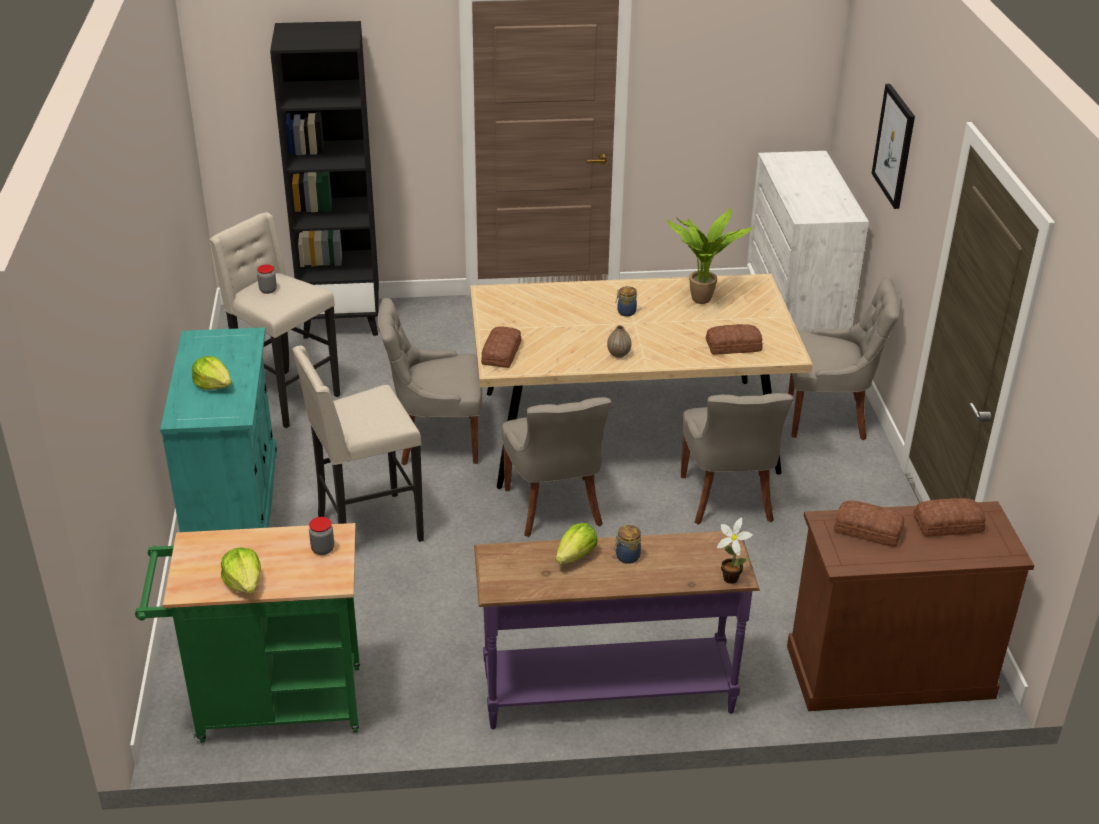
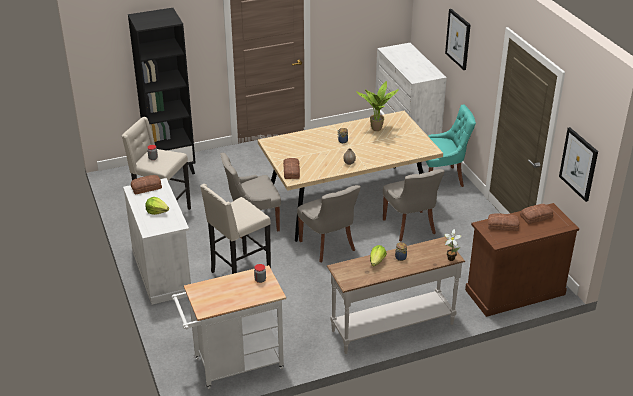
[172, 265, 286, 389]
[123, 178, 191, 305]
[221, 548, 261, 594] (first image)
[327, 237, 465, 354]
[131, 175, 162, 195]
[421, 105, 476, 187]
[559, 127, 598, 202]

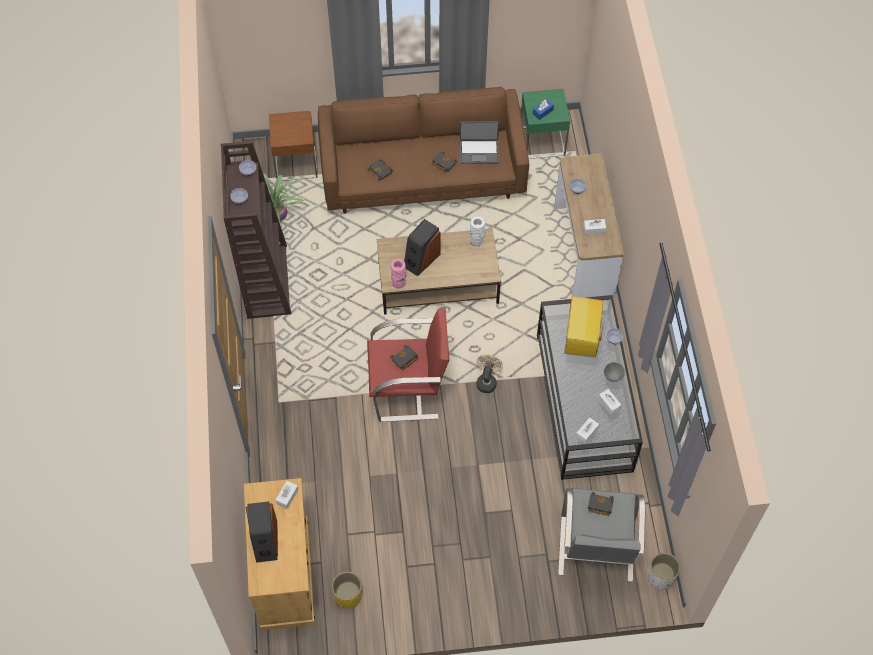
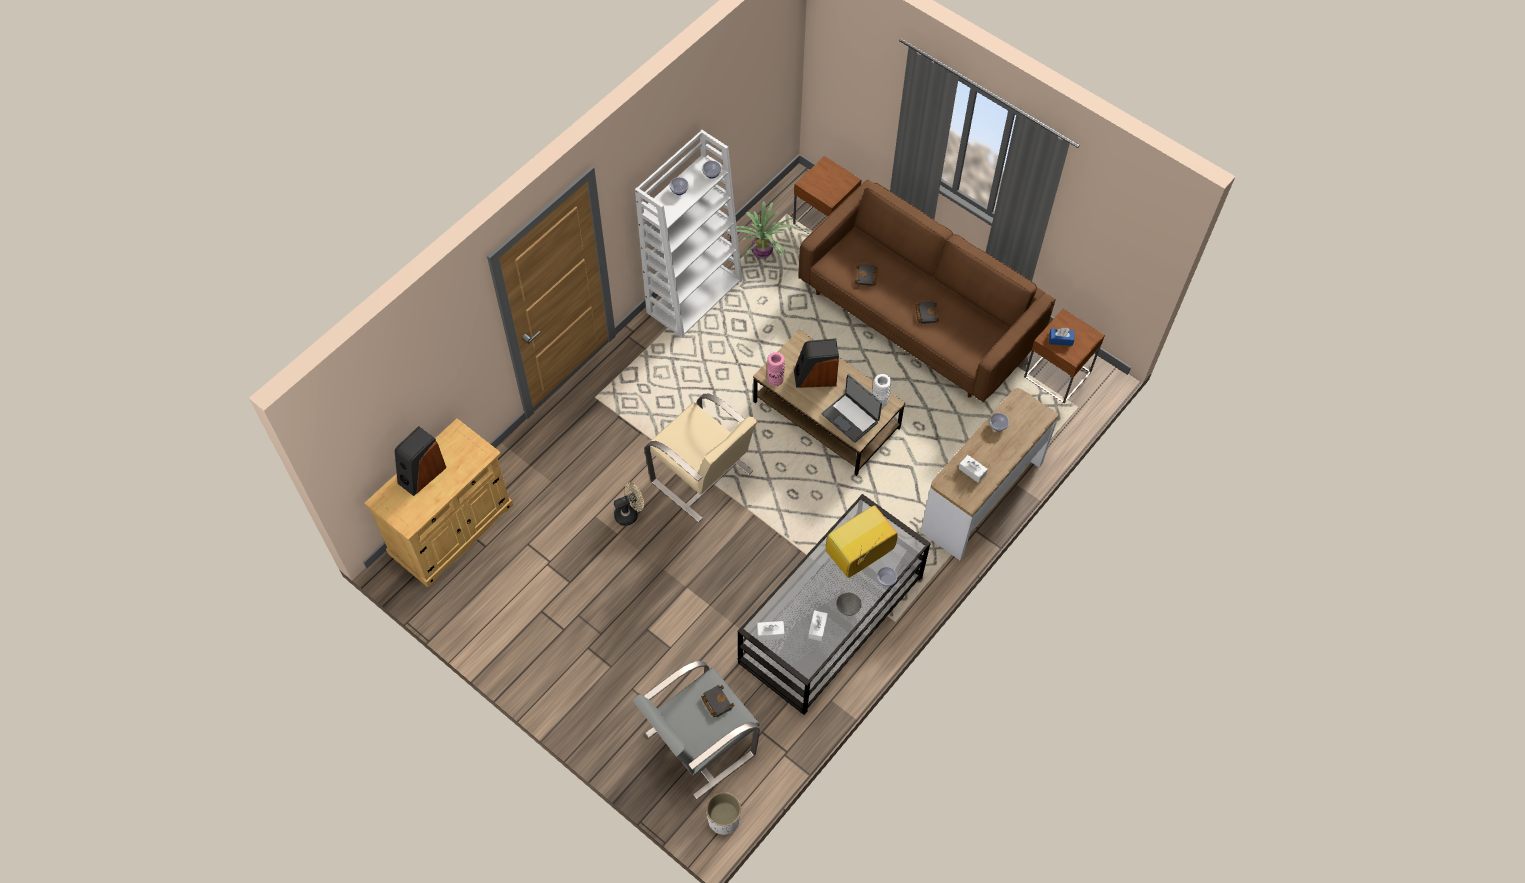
[635, 130, 742, 338]
[276, 481, 299, 509] (first image)
[332, 572, 362, 609] (first image)
[645, 394, 757, 522]
[391, 345, 419, 370] (first image)
[821, 374, 882, 443]
[614, 482, 644, 526]
[1024, 309, 1105, 403]

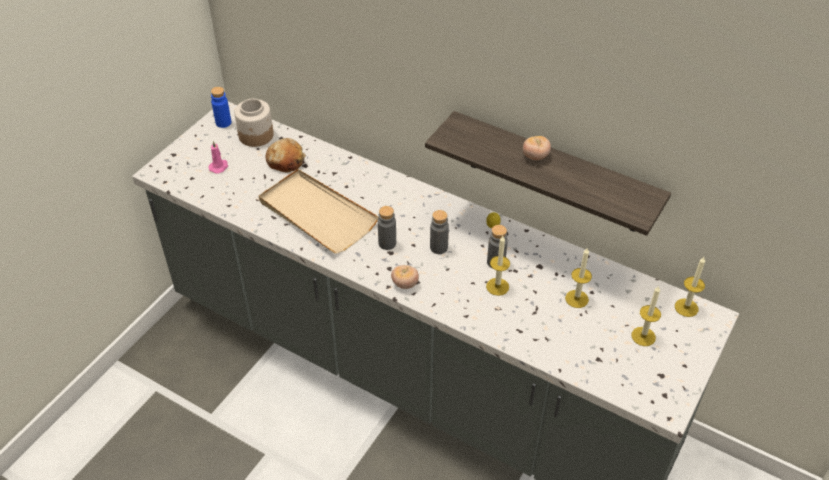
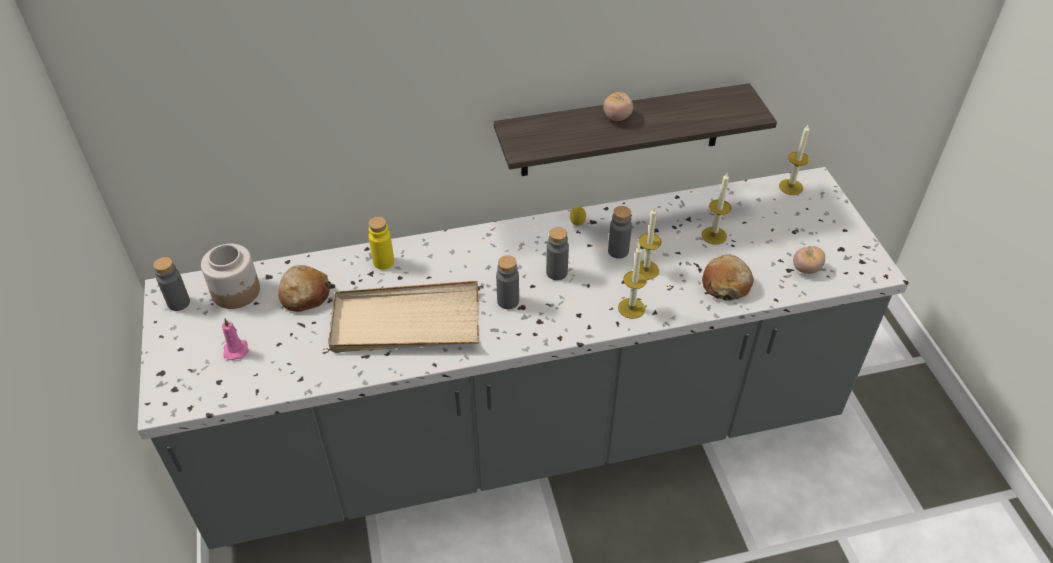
[153, 257, 190, 311]
[793, 246, 825, 274]
[618, 245, 647, 319]
[369, 217, 394, 270]
[702, 255, 754, 301]

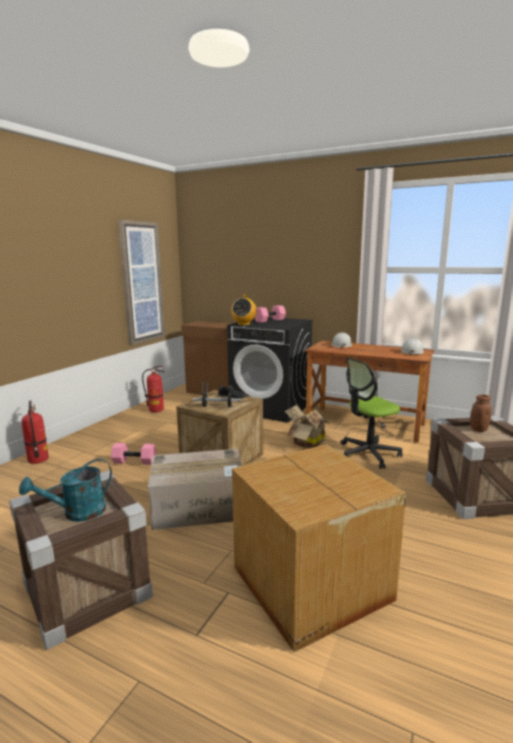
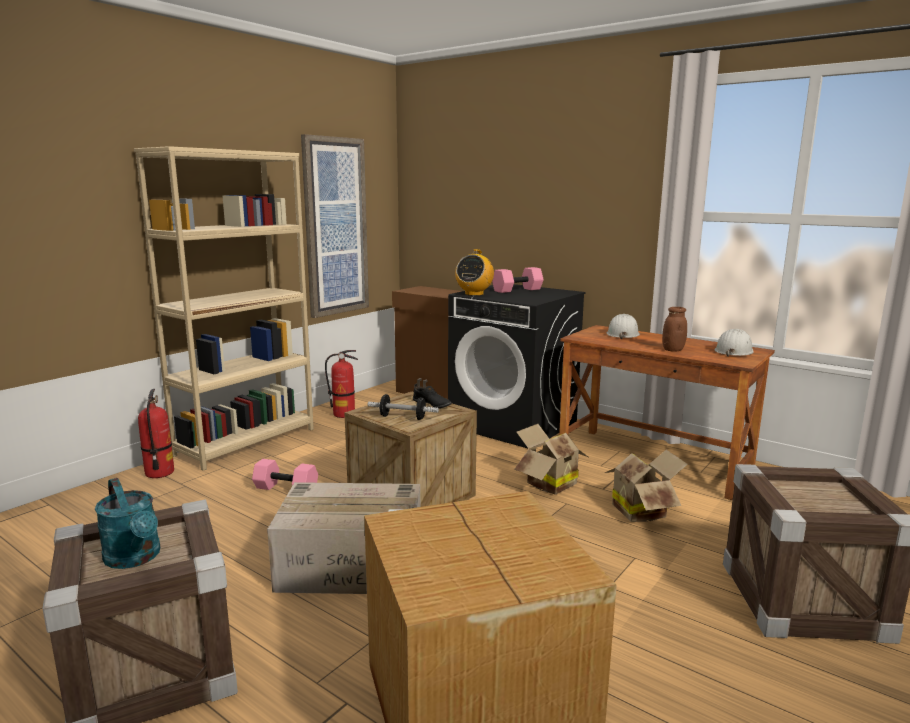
[95, 478, 160, 569]
[605, 450, 688, 522]
[663, 307, 687, 352]
[134, 146, 314, 471]

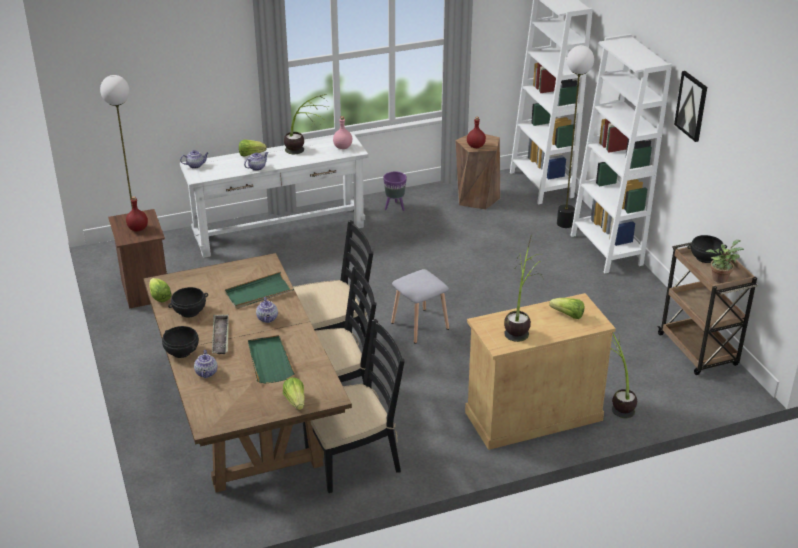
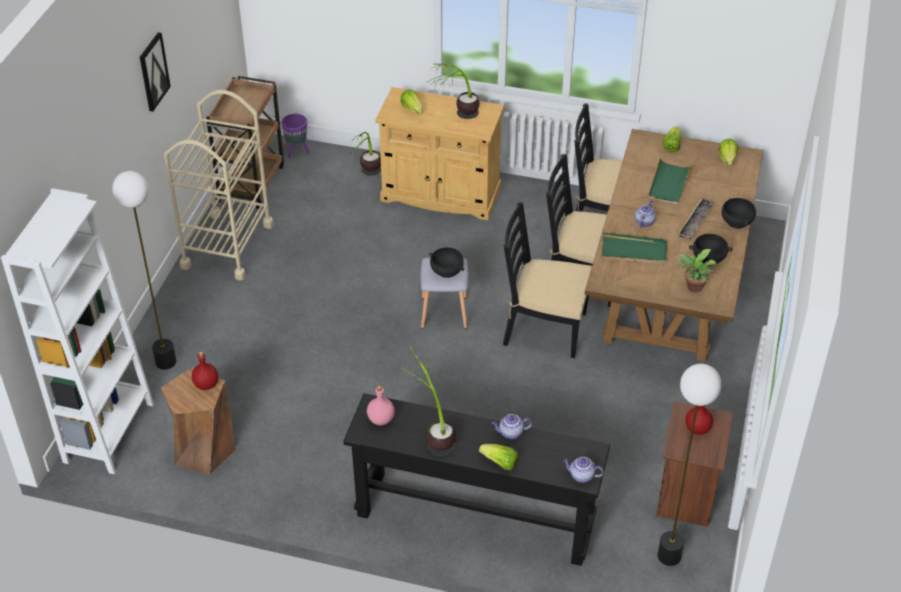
[719, 138, 738, 165]
[343, 393, 611, 566]
[194, 350, 218, 378] (first image)
[281, 114, 309, 158]
[571, 34, 672, 273] (first image)
[429, 247, 464, 278]
[675, 249, 716, 293]
[164, 90, 274, 280]

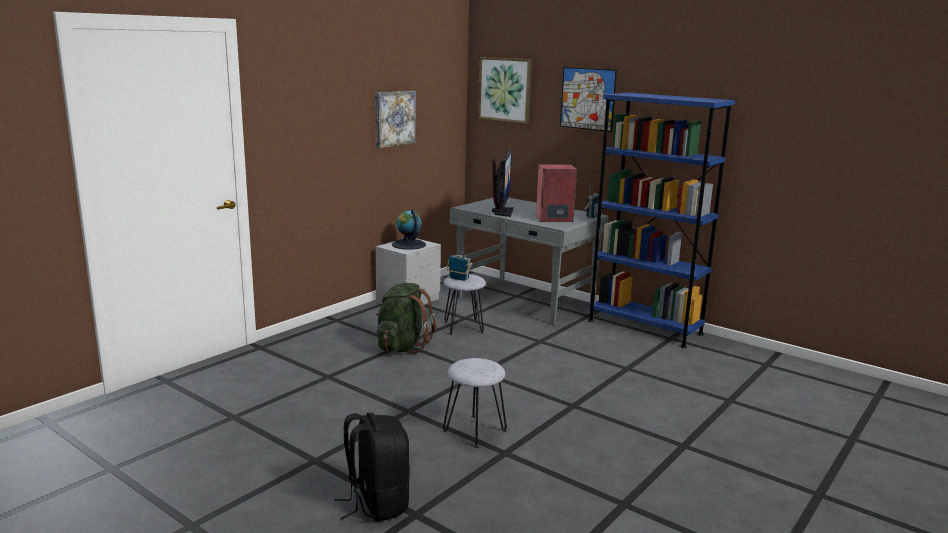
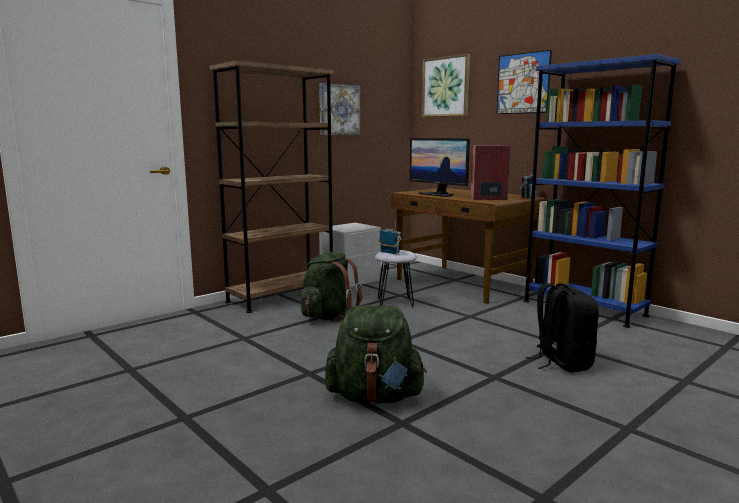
[525, 283, 599, 373]
[392, 209, 426, 250] (first image)
[325, 305, 427, 404]
[390, 188, 545, 304]
[409, 138, 470, 197]
[210, 60, 333, 313]

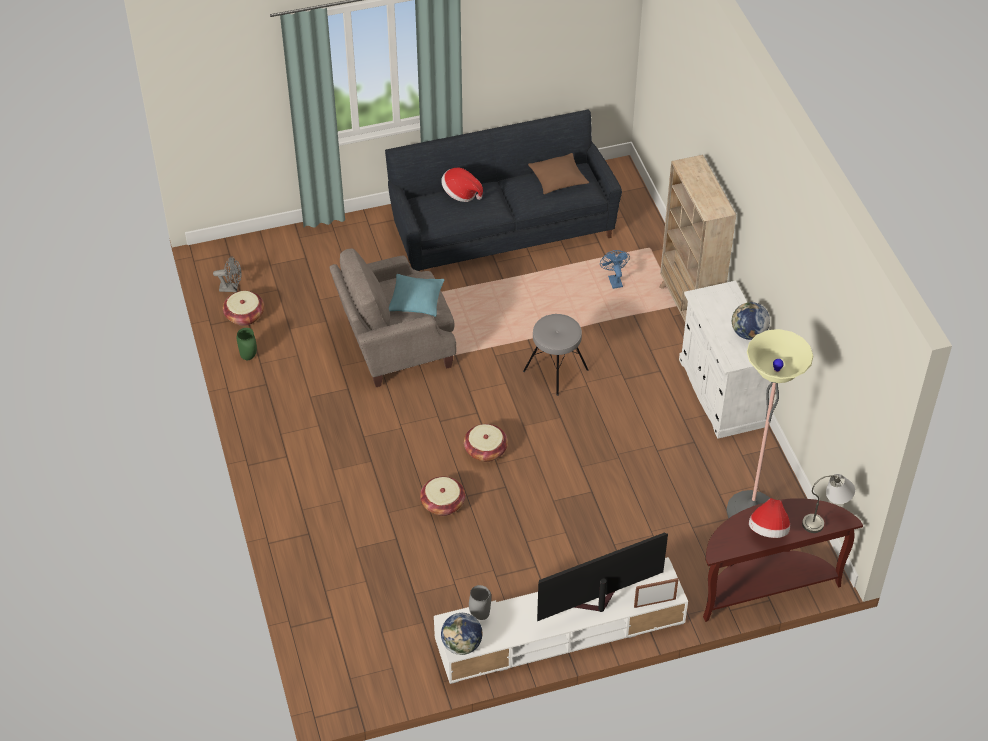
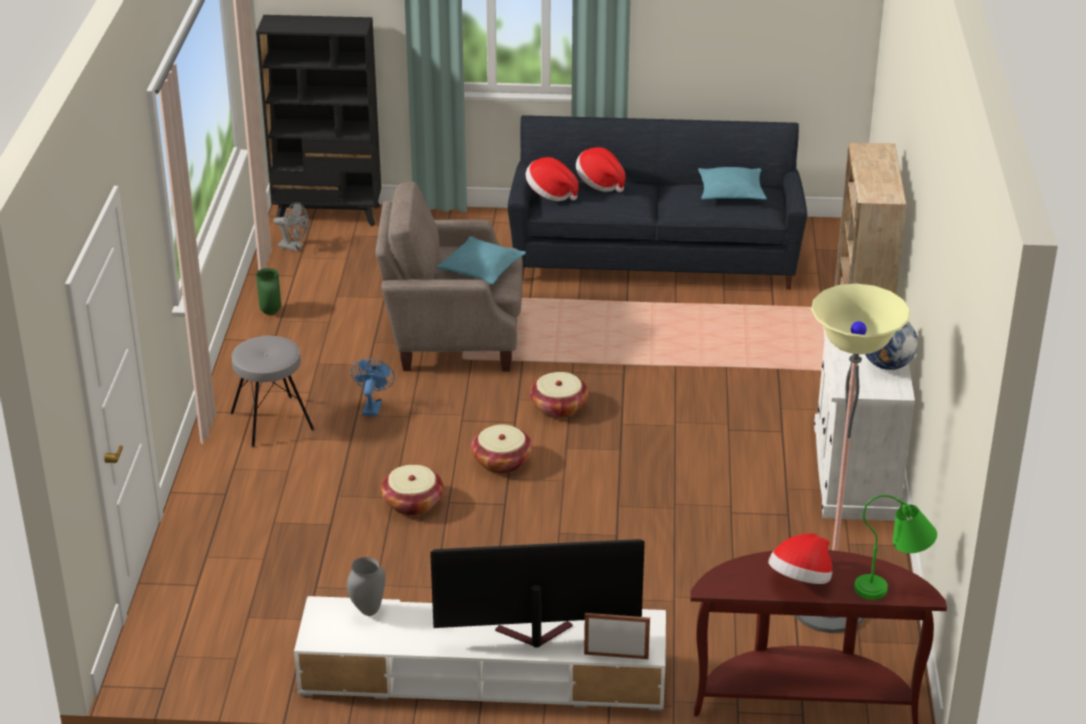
[530, 372, 588, 418]
[441, 613, 483, 655] (first image)
[230, 336, 314, 447]
[698, 167, 767, 200]
[351, 359, 395, 417]
[854, 495, 937, 600]
[256, 15, 381, 226]
[525, 157, 579, 201]

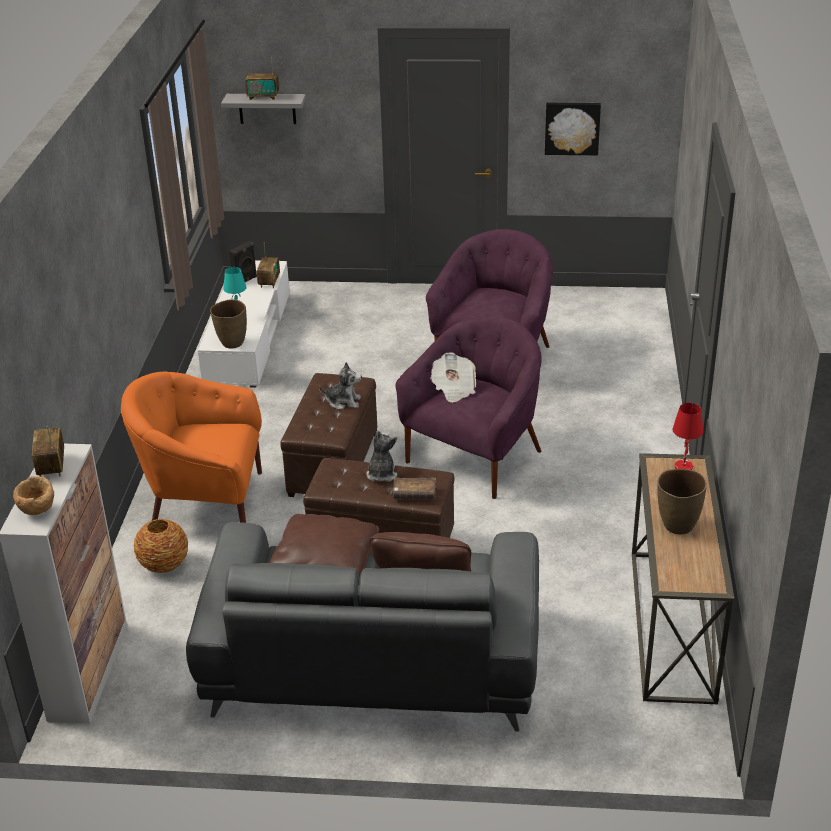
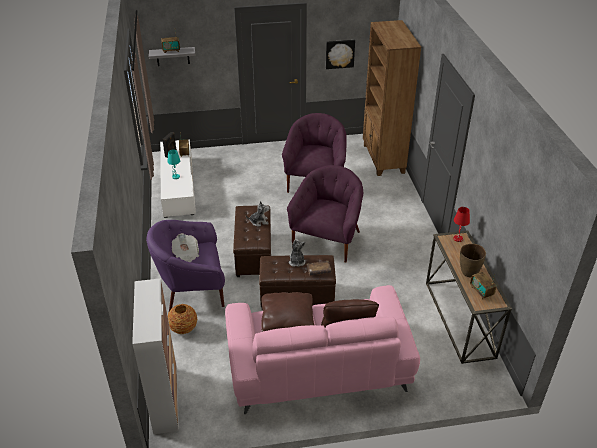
[13, 476, 54, 515] (first image)
[470, 272, 496, 299]
[146, 220, 225, 311]
[225, 285, 420, 414]
[210, 299, 247, 349] (first image)
[172, 233, 199, 262]
[363, 20, 421, 176]

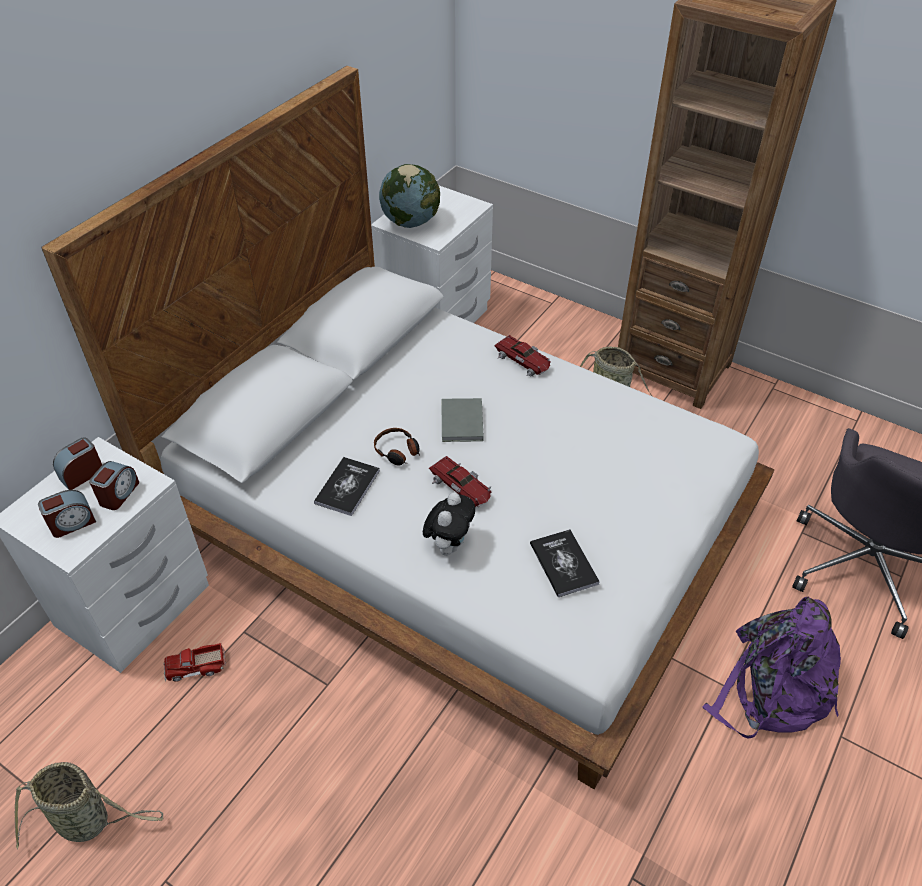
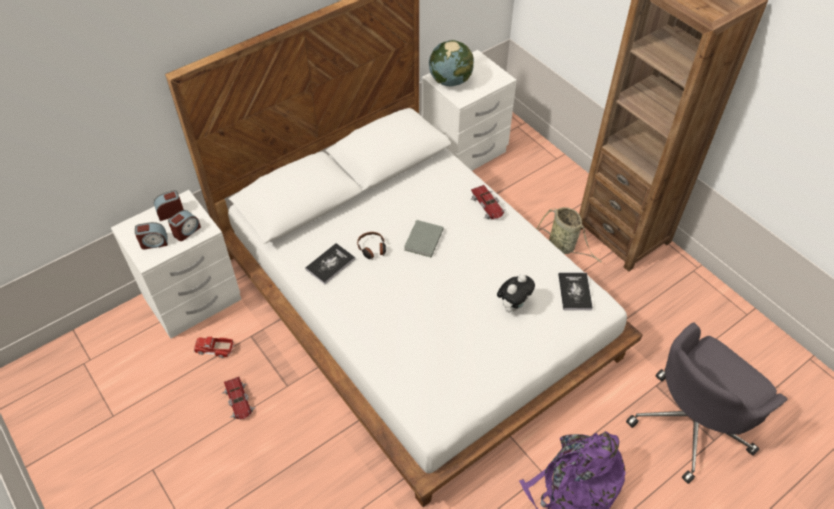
[14, 762, 163, 849] (first image)
[497, 274, 535, 313]
[221, 377, 256, 420]
[558, 273, 593, 310]

